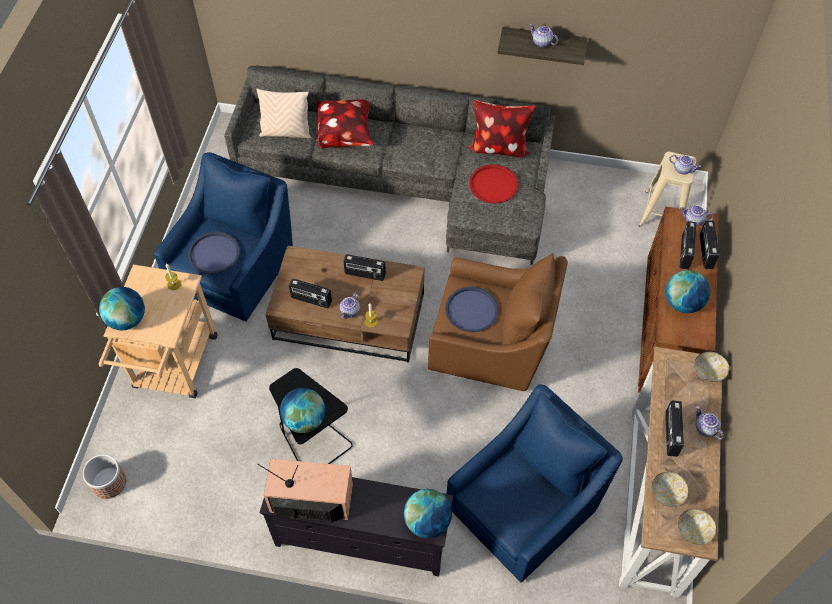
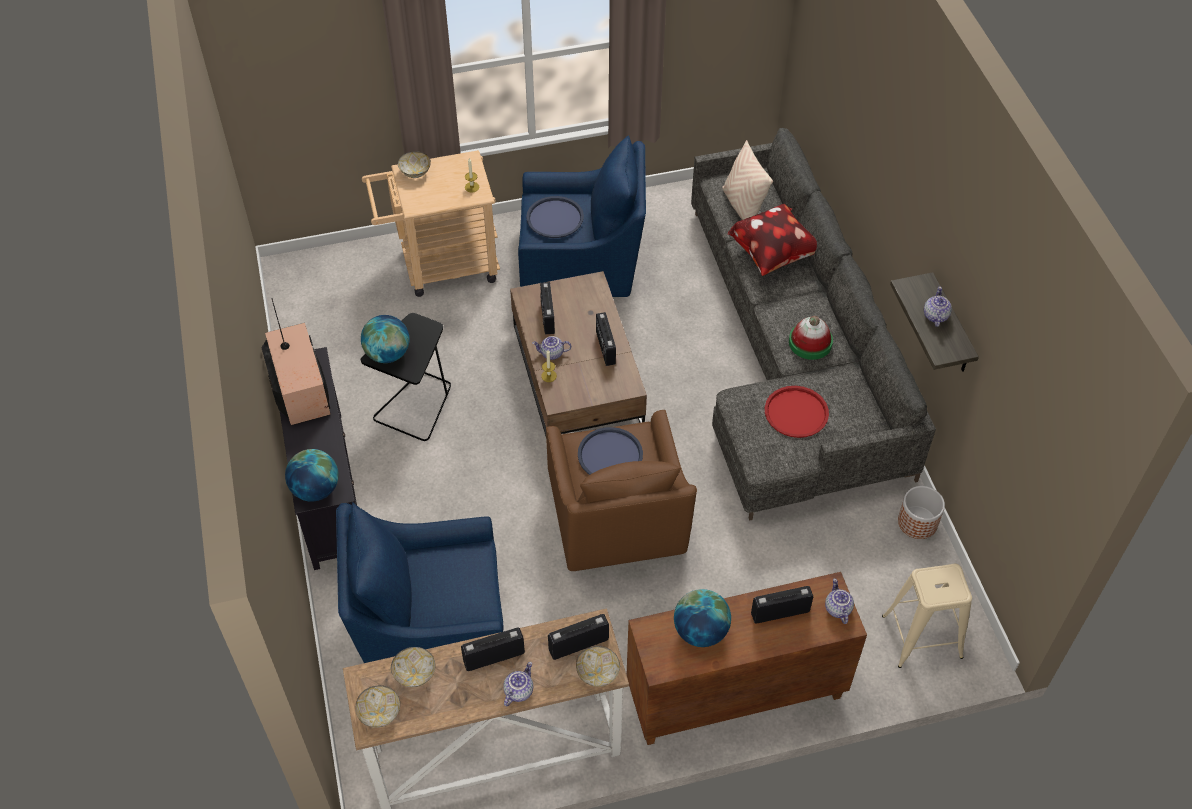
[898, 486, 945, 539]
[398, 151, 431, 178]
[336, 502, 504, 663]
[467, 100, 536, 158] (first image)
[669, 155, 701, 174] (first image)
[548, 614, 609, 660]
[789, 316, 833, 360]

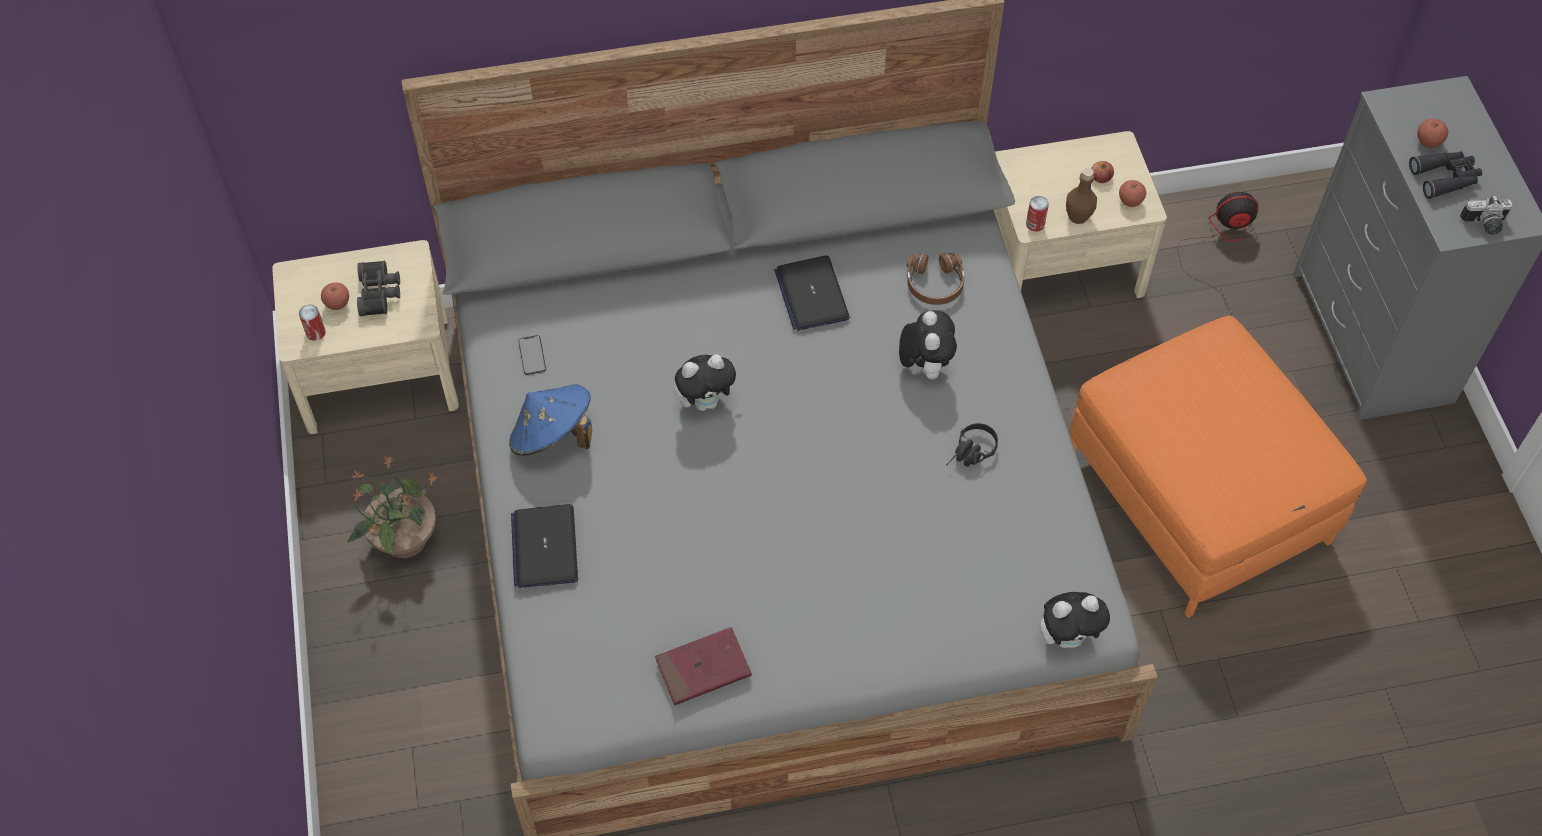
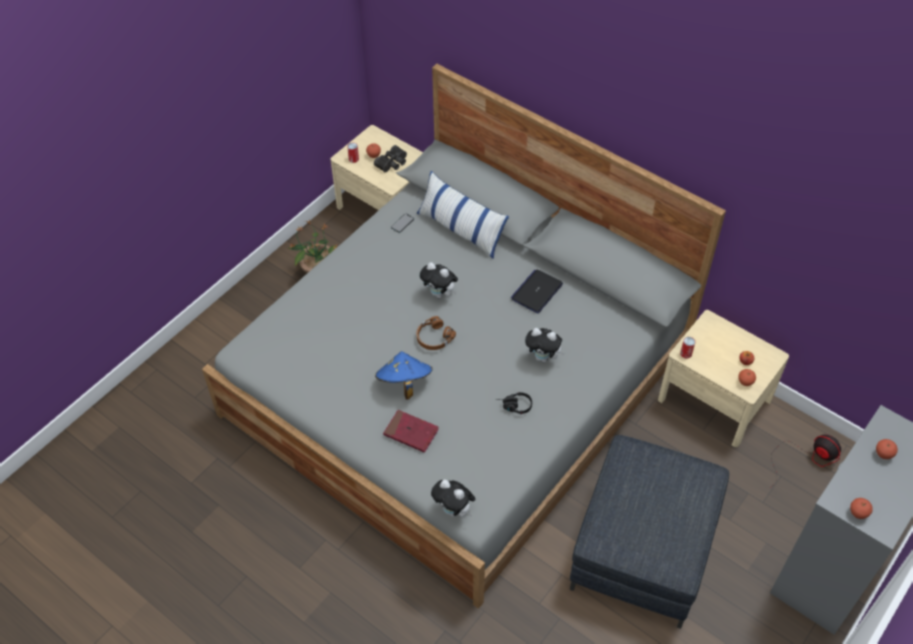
[375, 351, 433, 399]
[511, 504, 578, 588] (first image)
[383, 410, 439, 453]
[525, 328, 565, 362]
[416, 316, 456, 350]
[1066, 168, 1097, 224] (first image)
[570, 435, 729, 629]
[1409, 151, 1482, 199] (first image)
[850, 498, 873, 519]
[417, 171, 509, 259]

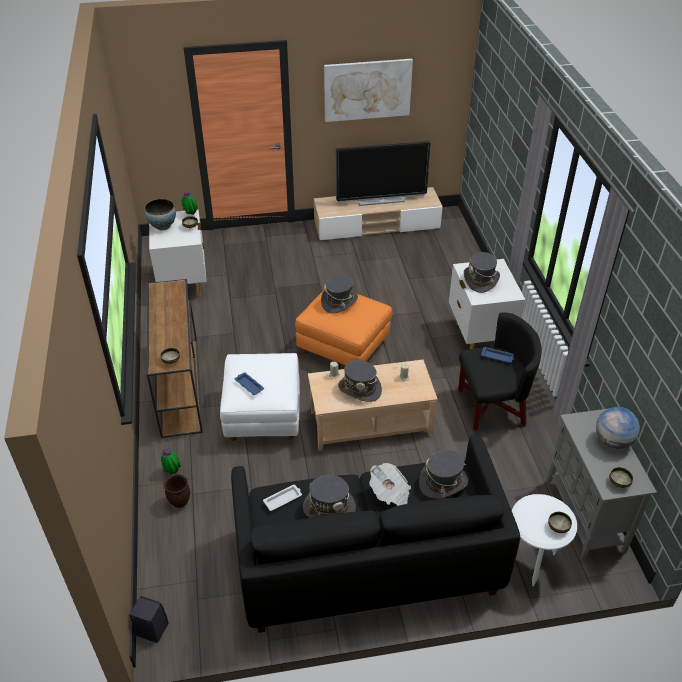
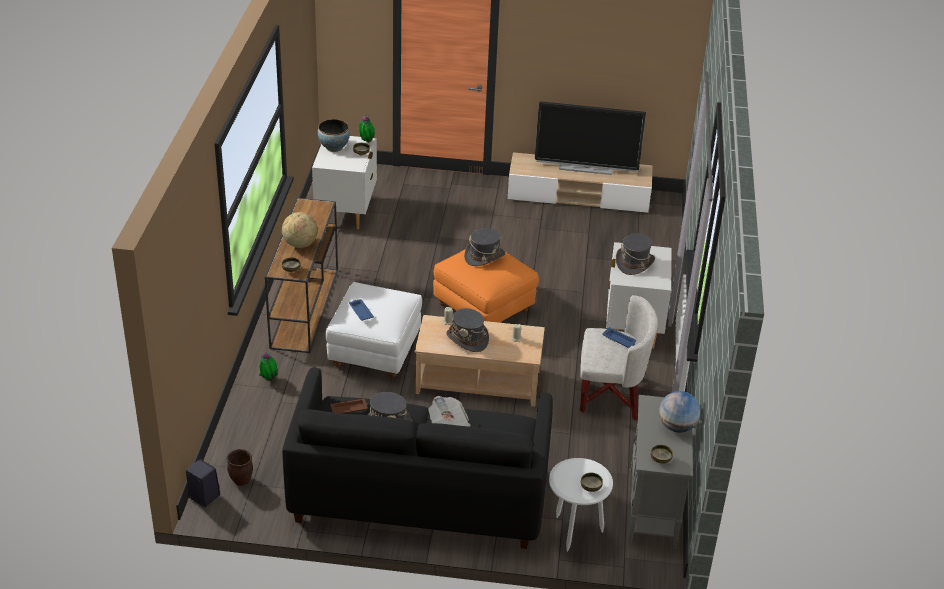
[227, 449, 253, 486]
[330, 399, 368, 414]
[324, 59, 413, 122] (first image)
[419, 450, 468, 499] (first image)
[580, 295, 658, 421]
[282, 212, 318, 248]

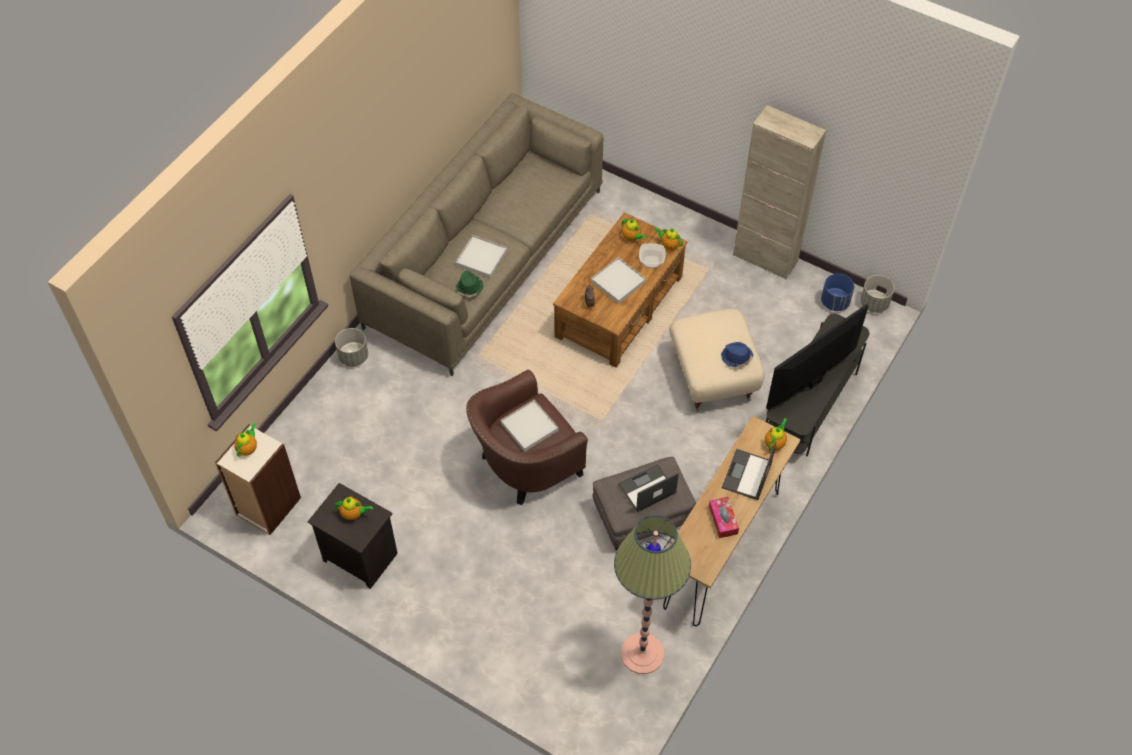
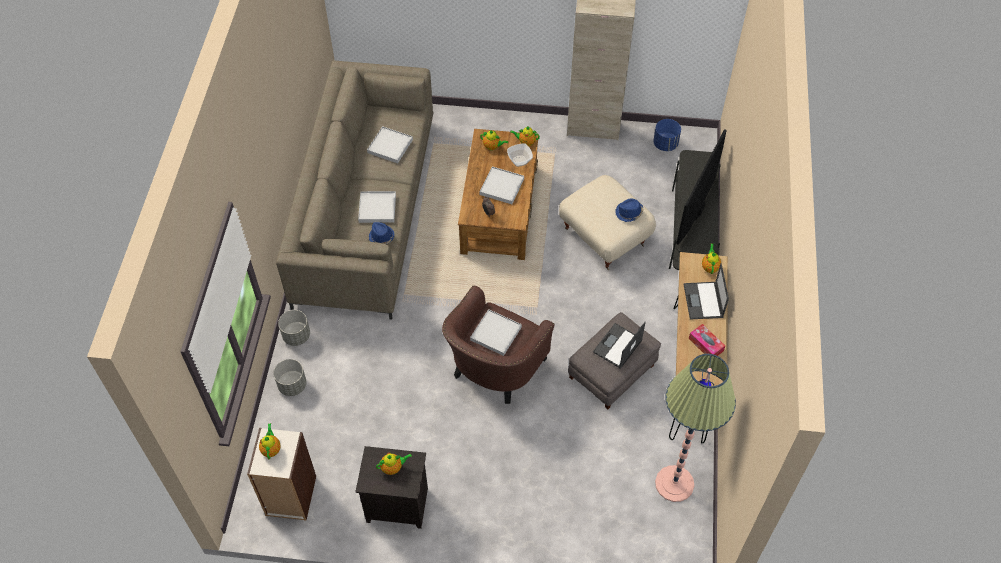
[369, 222, 394, 244]
[273, 359, 307, 396]
[367, 126, 413, 163]

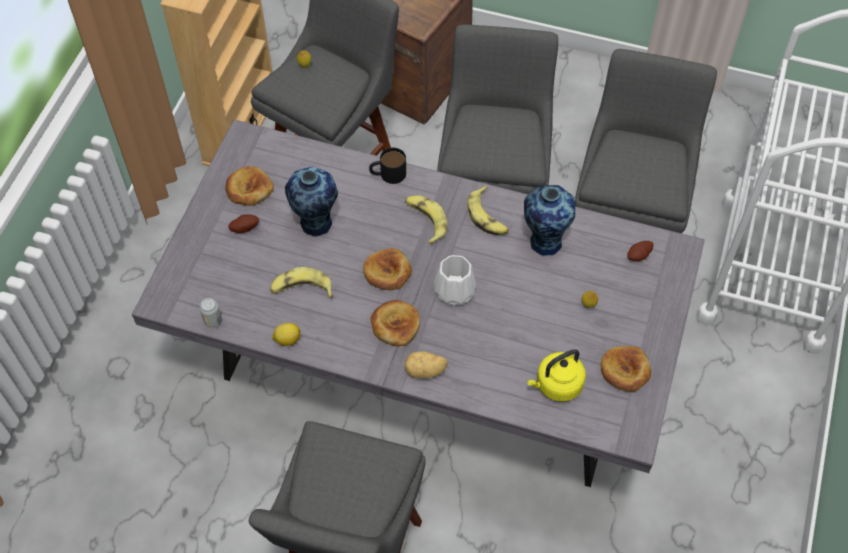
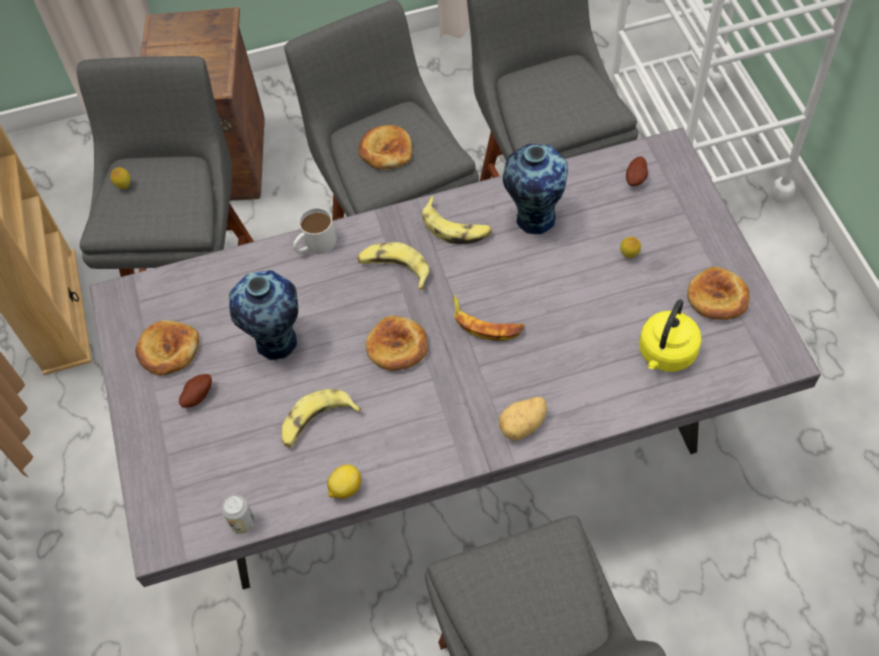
[293, 208, 336, 254]
[358, 125, 413, 169]
[453, 295, 525, 341]

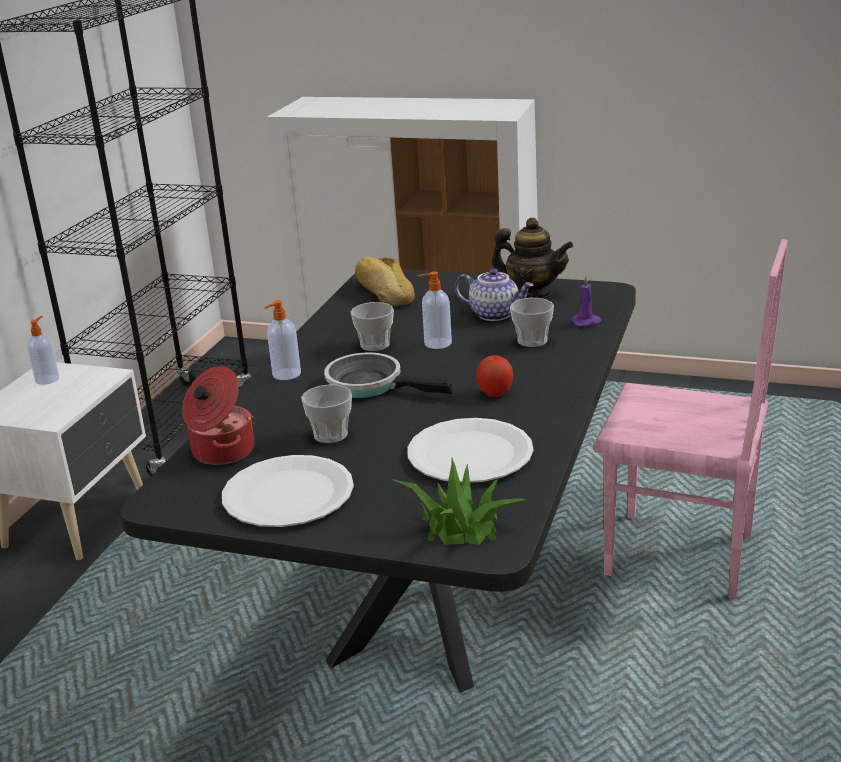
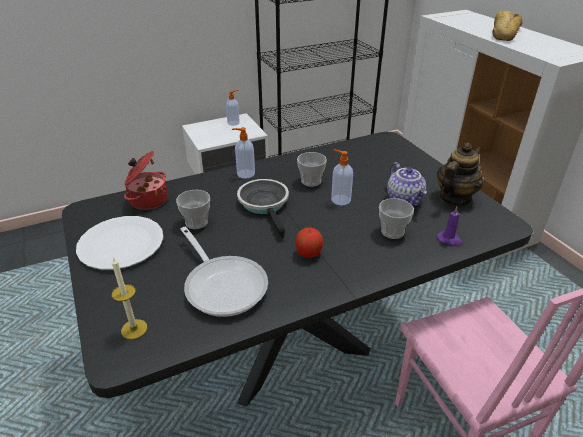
[492, 11, 523, 41]
[112, 257, 147, 339]
[180, 227, 268, 317]
[437, 143, 483, 205]

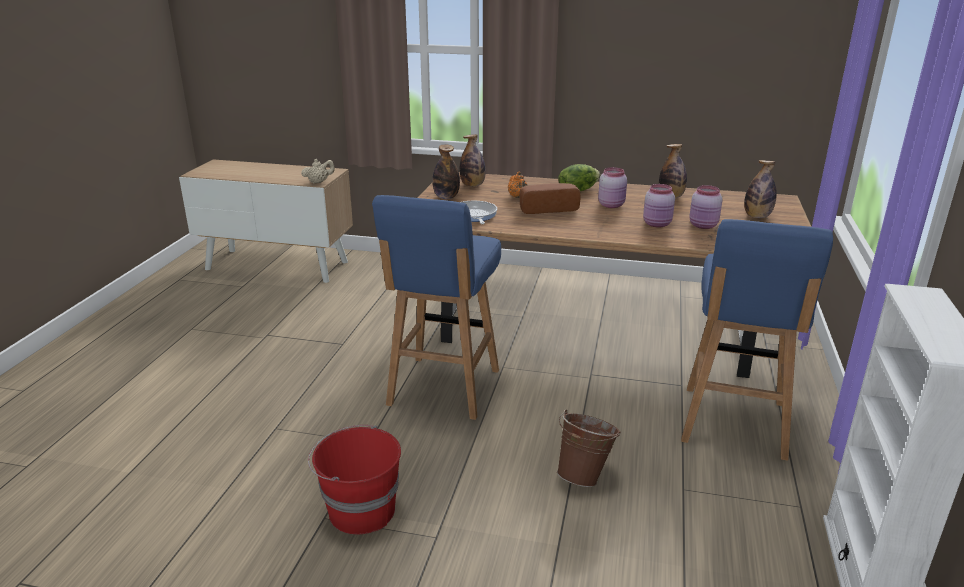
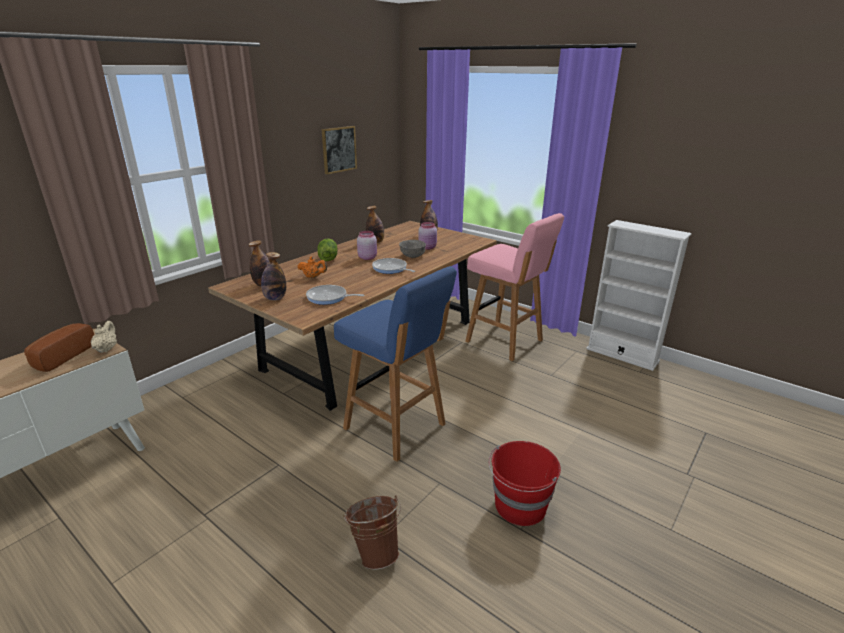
[24, 323, 94, 372]
[344, 495, 401, 570]
[399, 240, 426, 258]
[465, 213, 564, 361]
[322, 126, 357, 174]
[372, 258, 415, 274]

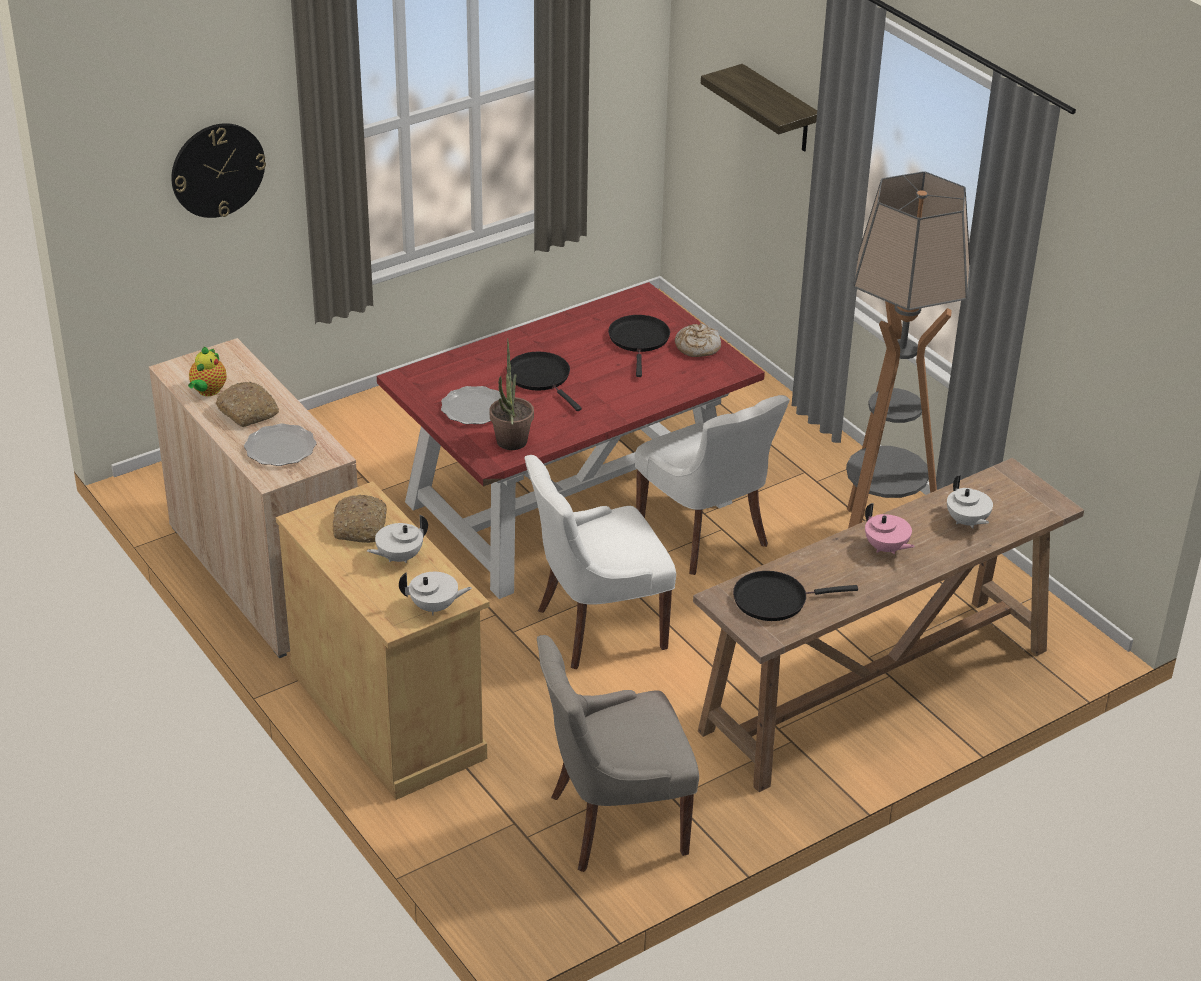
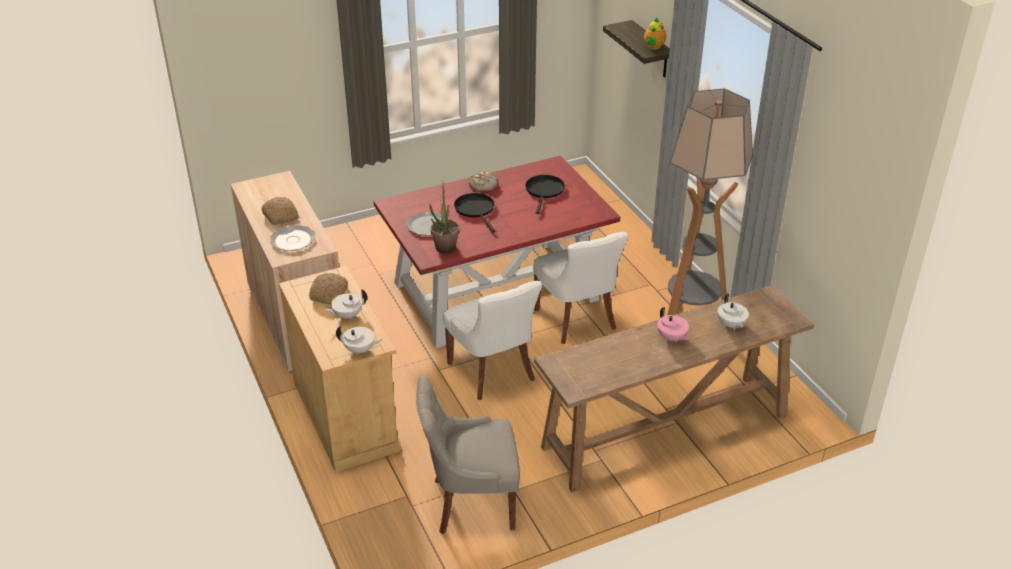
[171, 123, 266, 218] (first image)
[644, 17, 666, 50]
[443, 281, 542, 400]
[468, 170, 497, 191]
[733, 571, 858, 621] (first image)

